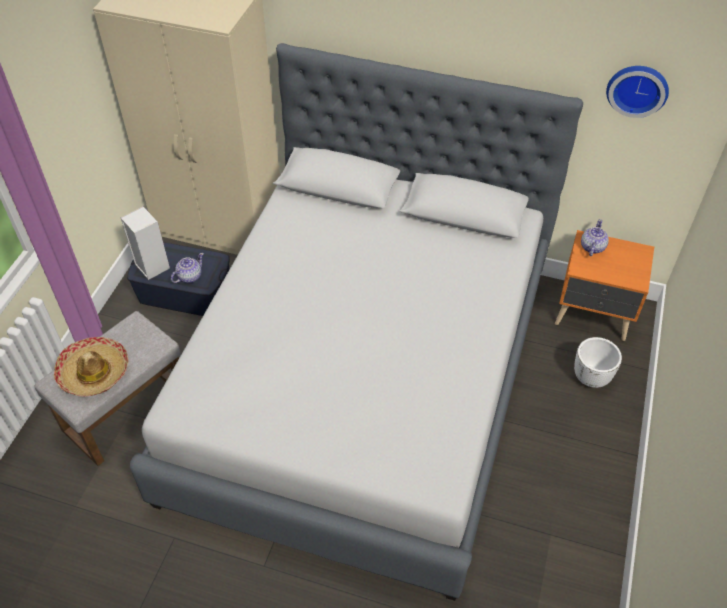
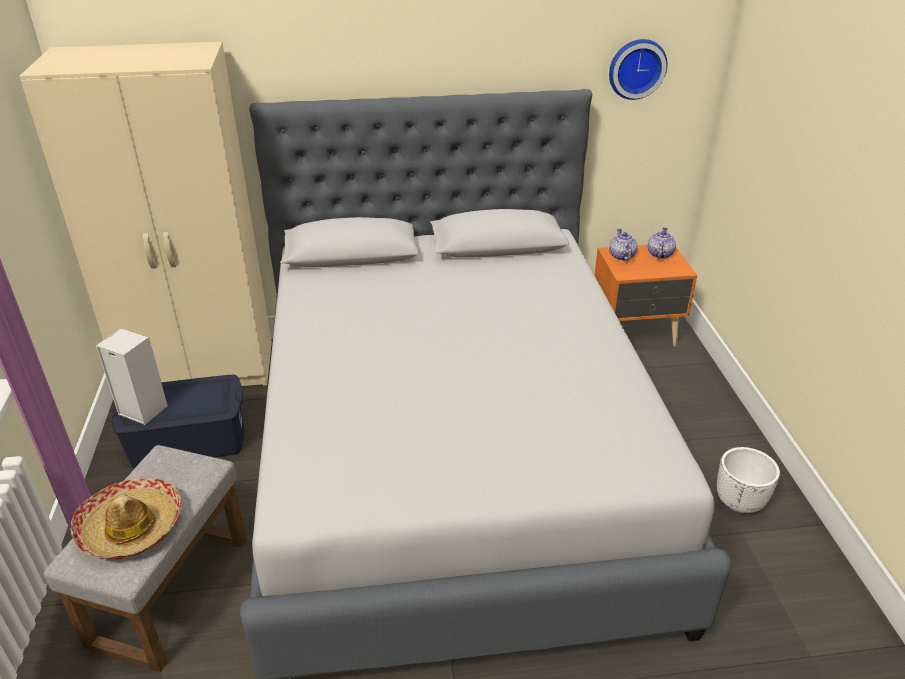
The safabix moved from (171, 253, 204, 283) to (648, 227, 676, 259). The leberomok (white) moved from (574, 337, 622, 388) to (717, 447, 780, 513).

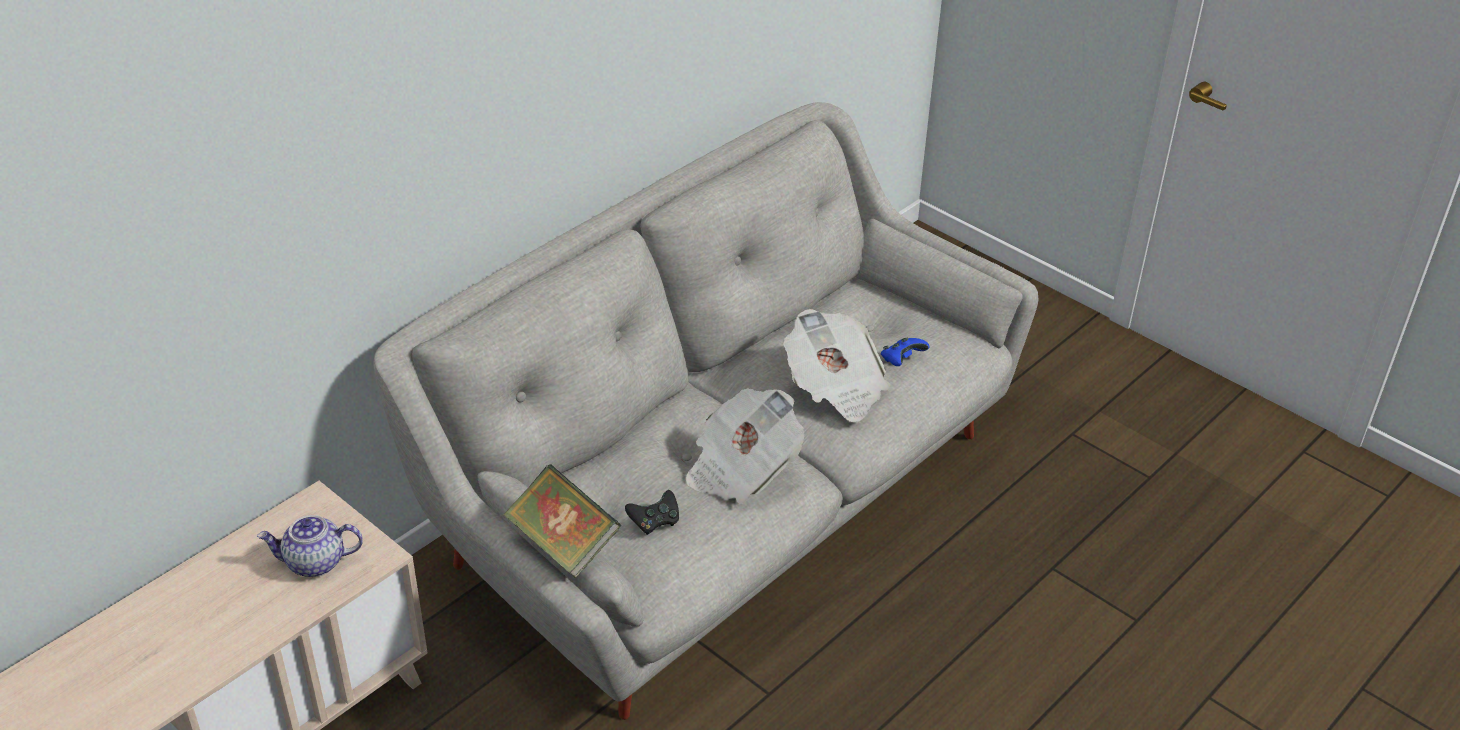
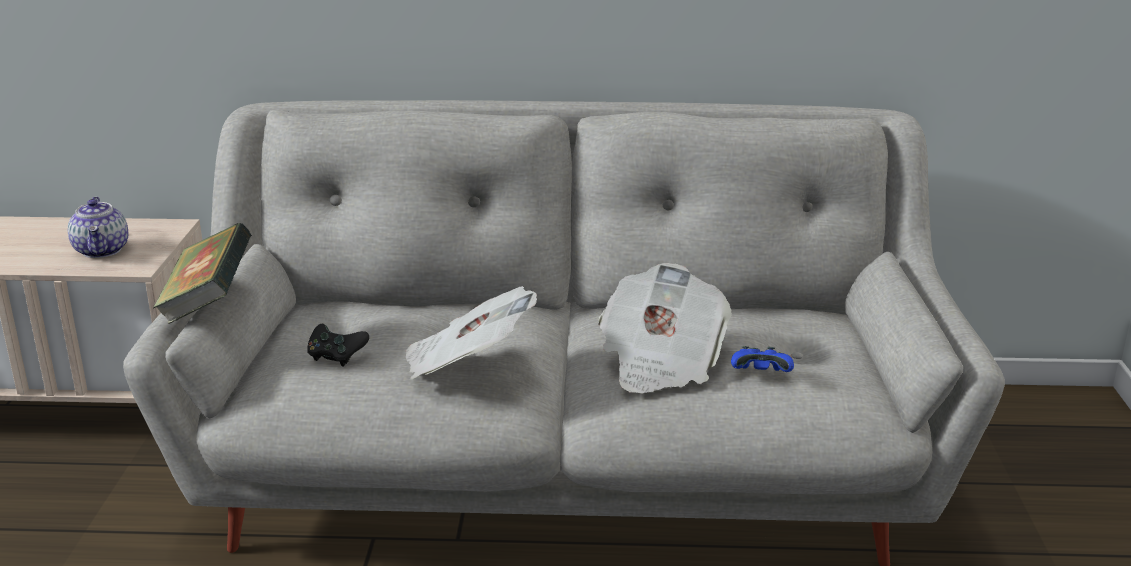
The safabix at (257, 515, 363, 577) turned 150 degrees counterclockwise.

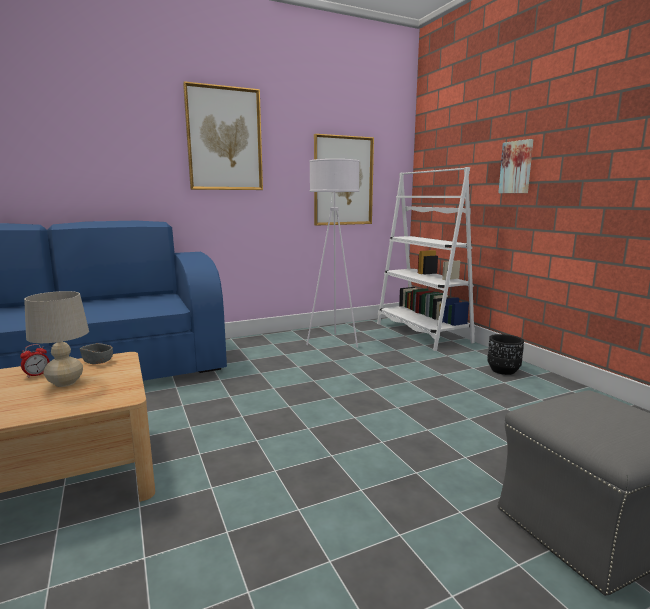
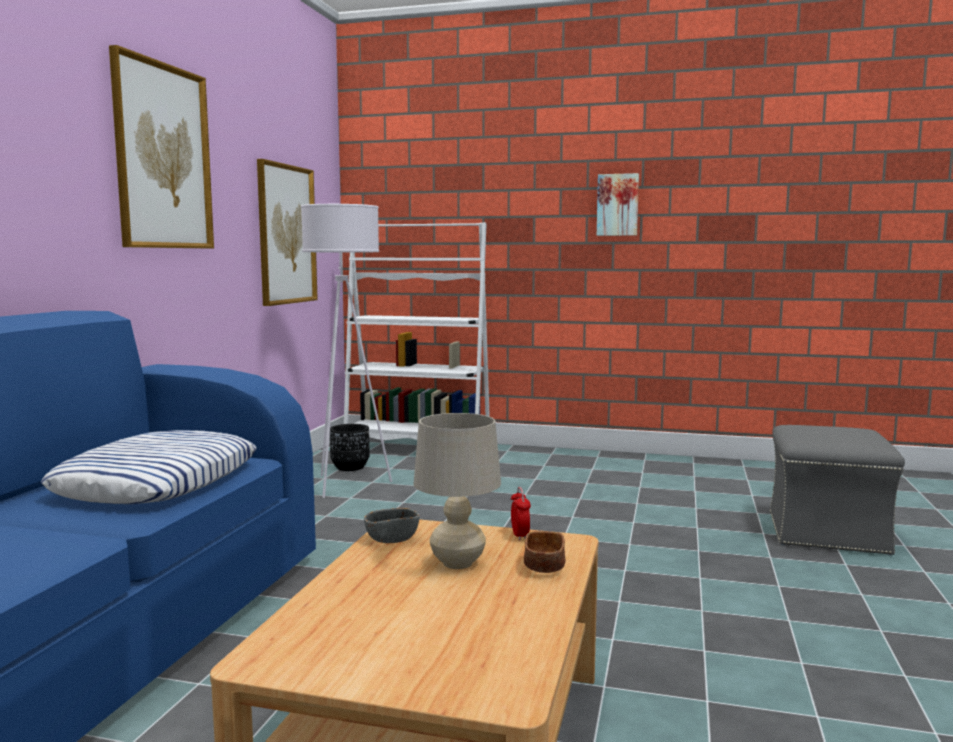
The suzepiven at (41, 430, 256, 504) appeared. The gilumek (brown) at (524, 531, 565, 573) appeared. The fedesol moved from (20, 344, 49, 378) to (511, 487, 531, 541). The leberomok (black) moved from (487, 334, 524, 375) to (330, 424, 370, 471). The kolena moved from (498, 139, 534, 193) to (597, 173, 639, 236).

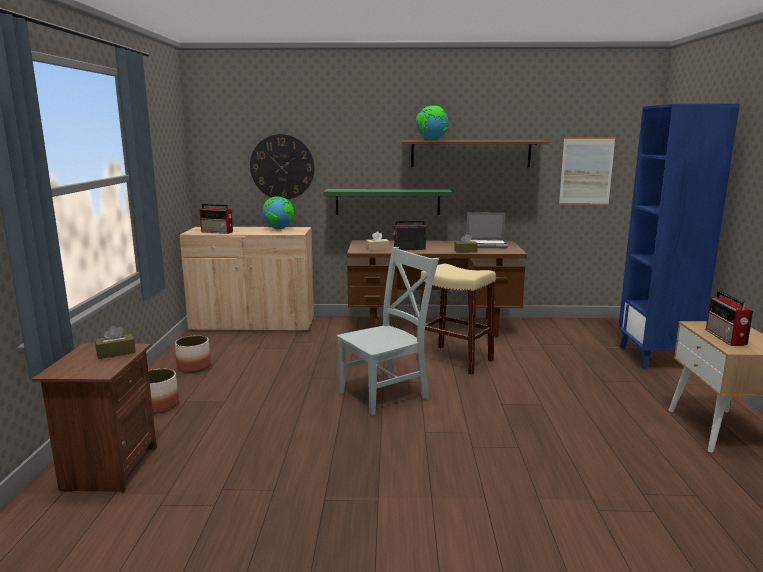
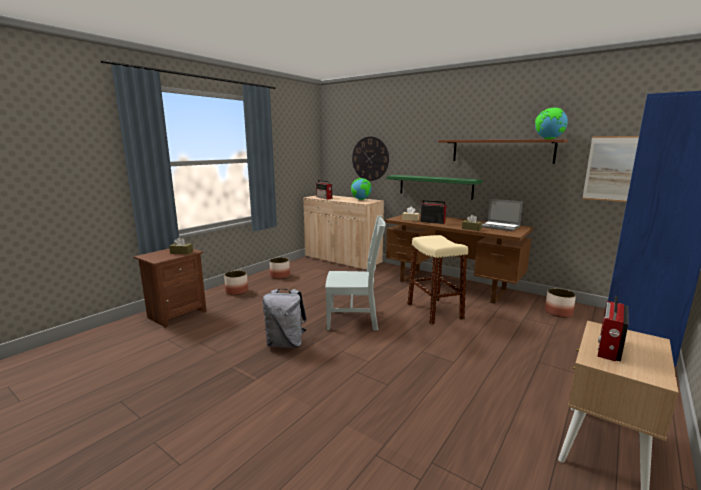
The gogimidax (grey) at (263, 289, 307, 348) appeared. The leberomok at (545, 288, 576, 318) appeared. The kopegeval moved from (416, 105, 449, 141) to (535, 107, 568, 139).

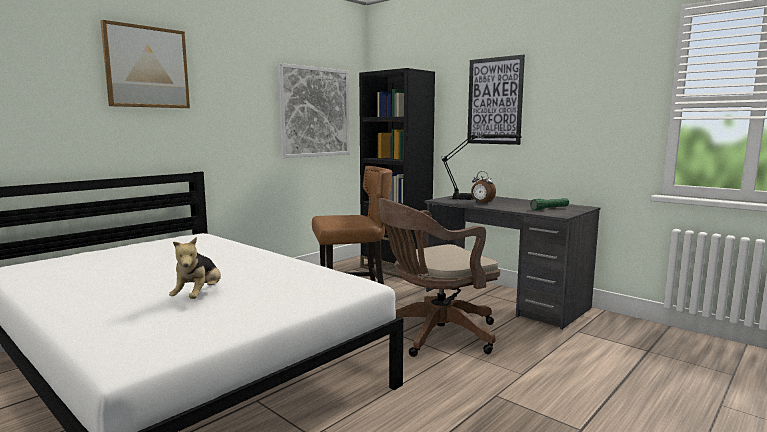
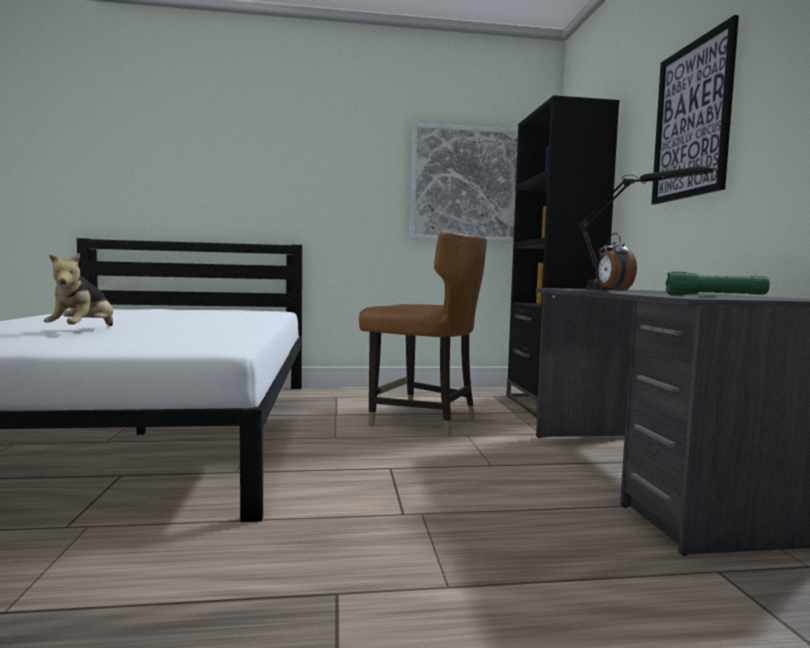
The kolena at (100, 20, 190, 108) disappeared. The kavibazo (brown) at (378, 198, 500, 357) disappeared. The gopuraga at (169, 237, 221, 299) turned 45 degrees counterclockwise.

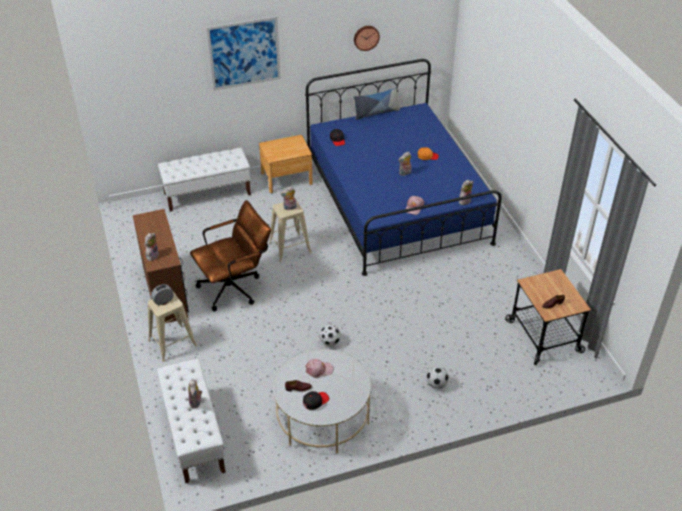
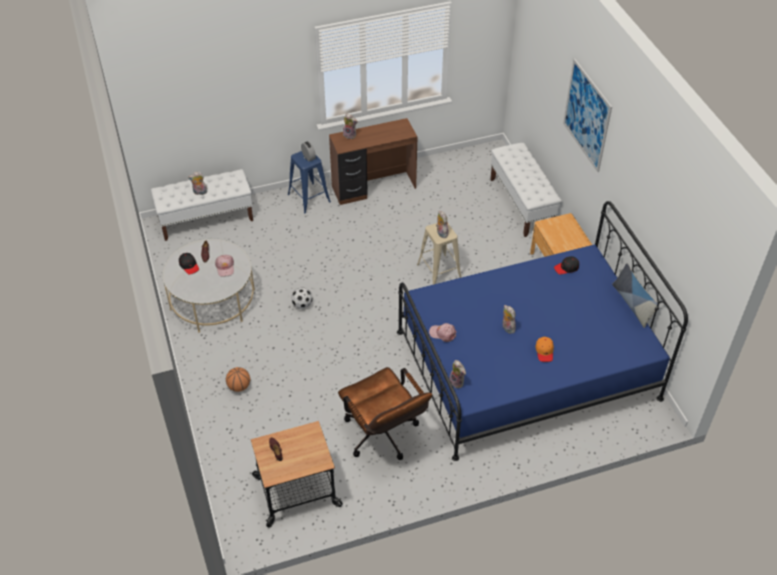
The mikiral at (354, 26, 380, 51) disappeared. The kavibazo (brown) moved from (190, 200, 271, 312) to (338, 367, 432, 460). The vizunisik at (426, 366, 449, 389) was replaced by the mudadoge at (226, 367, 250, 392). The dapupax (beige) at (148, 292, 197, 362) became the dapupax (blue) at (288, 151, 331, 213).

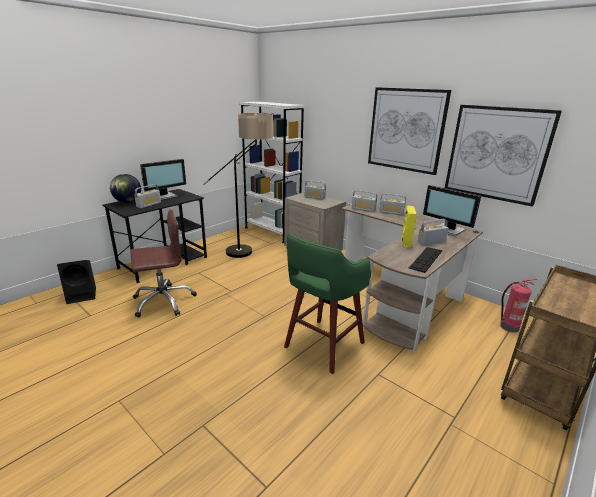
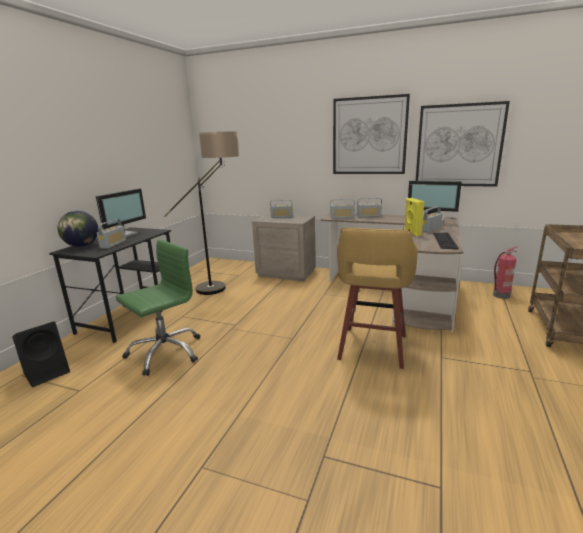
The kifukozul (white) at (239, 102, 306, 243) disappeared. The kavibazo (brown) at (131, 209, 197, 318) became the kavibazo (green) at (116, 239, 200, 376). The dapupax (green) at (284, 234, 372, 374) became the dapupax (yellow) at (337, 228, 418, 369).

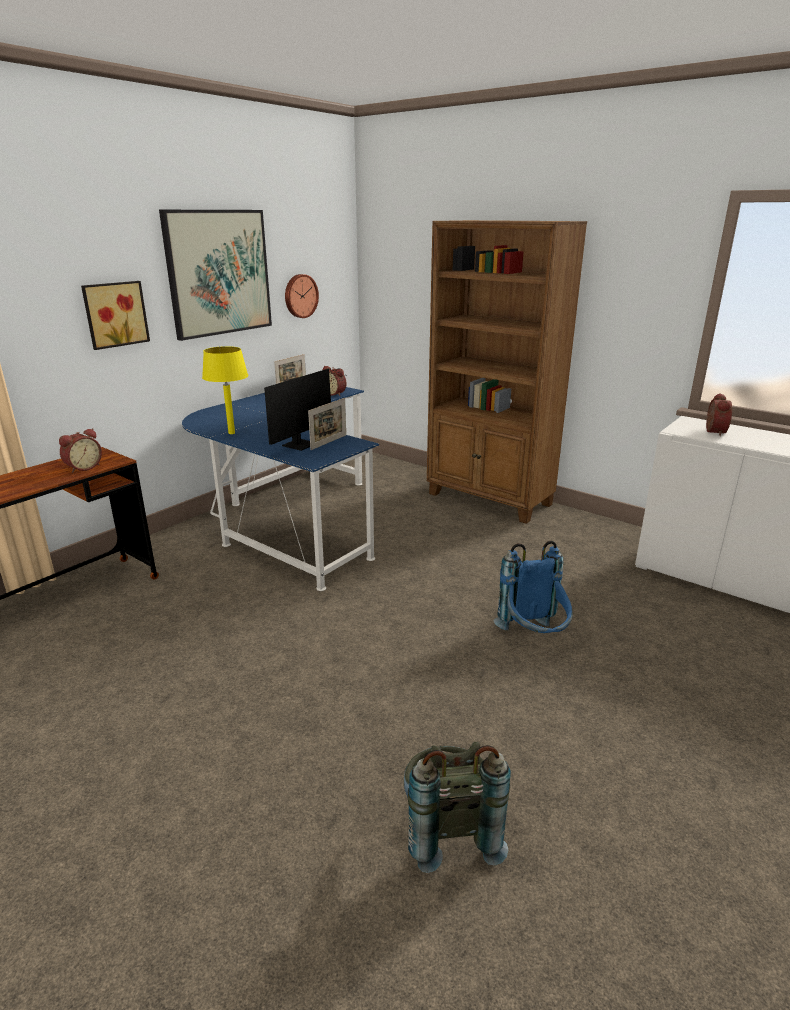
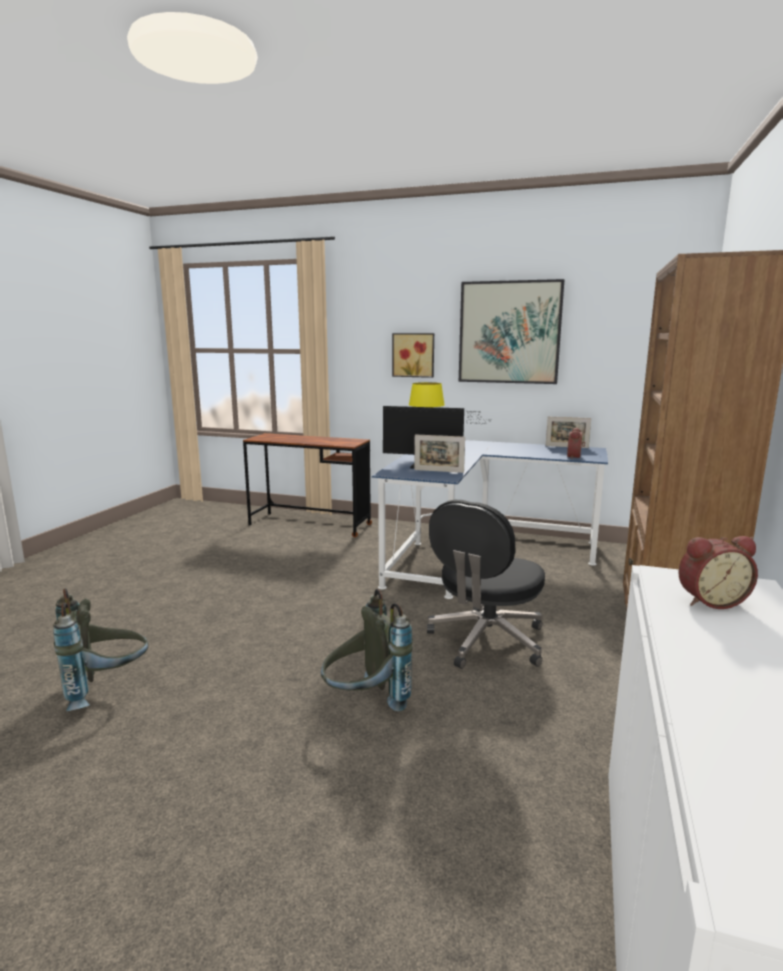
The fedesol at (59, 428, 102, 473) disappeared. The mikiral at (285, 274, 319, 318) disappeared. The kavibazo (black) at (427, 500, 545, 669) appeared. The gogimidax (blue) at (493, 541, 573, 633) became the gogimidax (grey) at (321, 589, 413, 711).

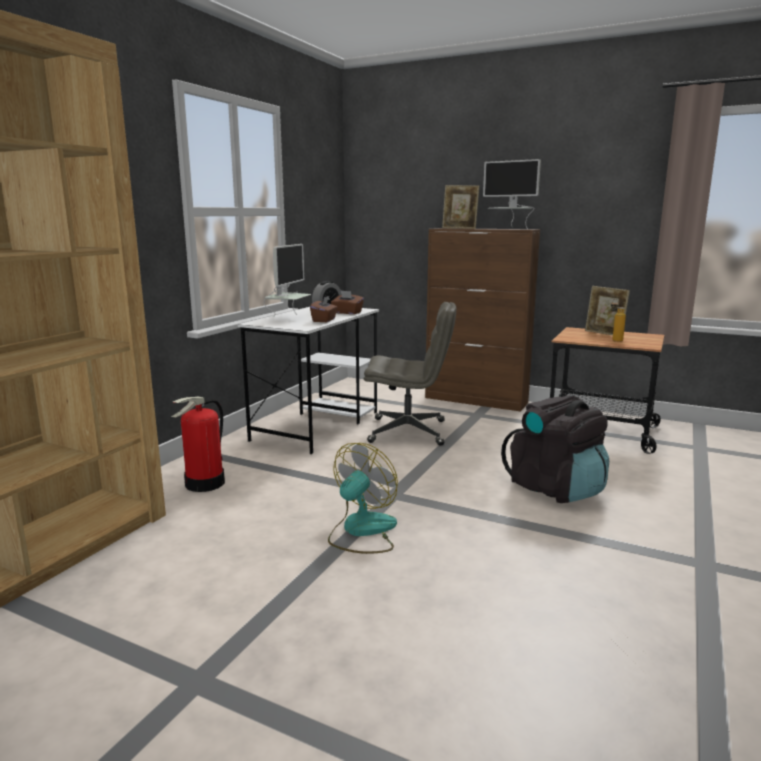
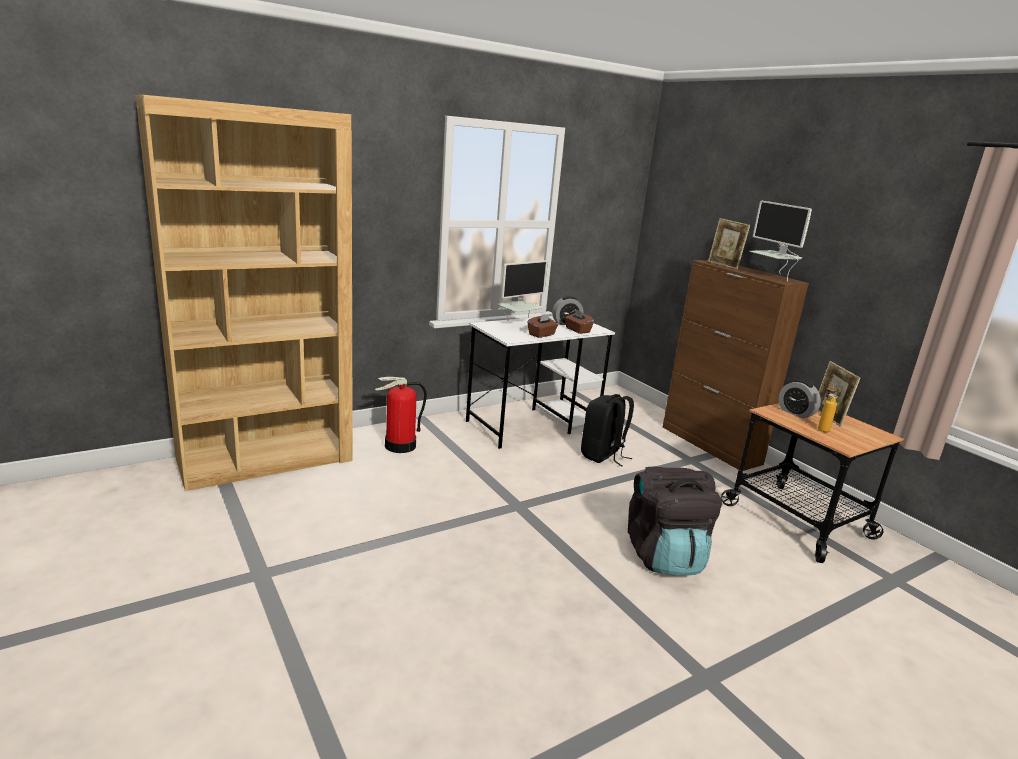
The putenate at (328, 443, 398, 554) disappeared. The fedesol at (779, 380, 821, 419) appeared. The kavibazo (grey) at (364, 302, 456, 446) was replaced by the gogimidax (black) at (581, 394, 634, 467).

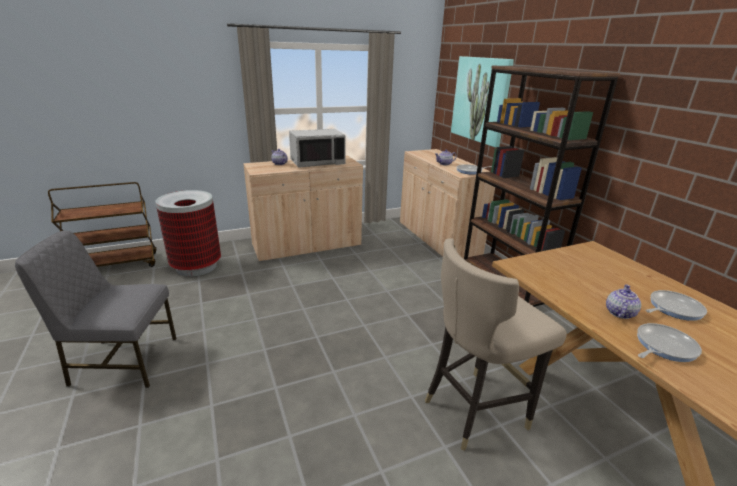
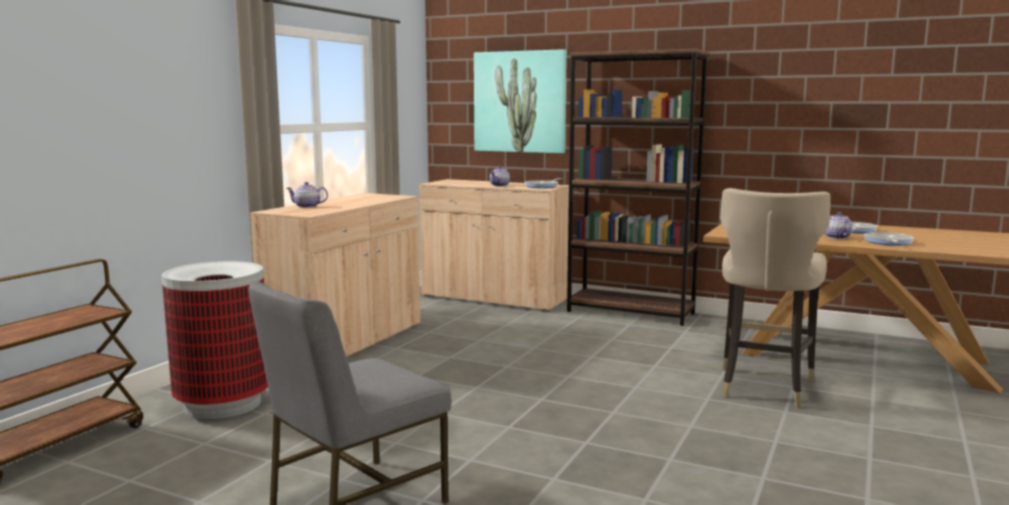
The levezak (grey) at (289, 129, 345, 168) disappeared.

